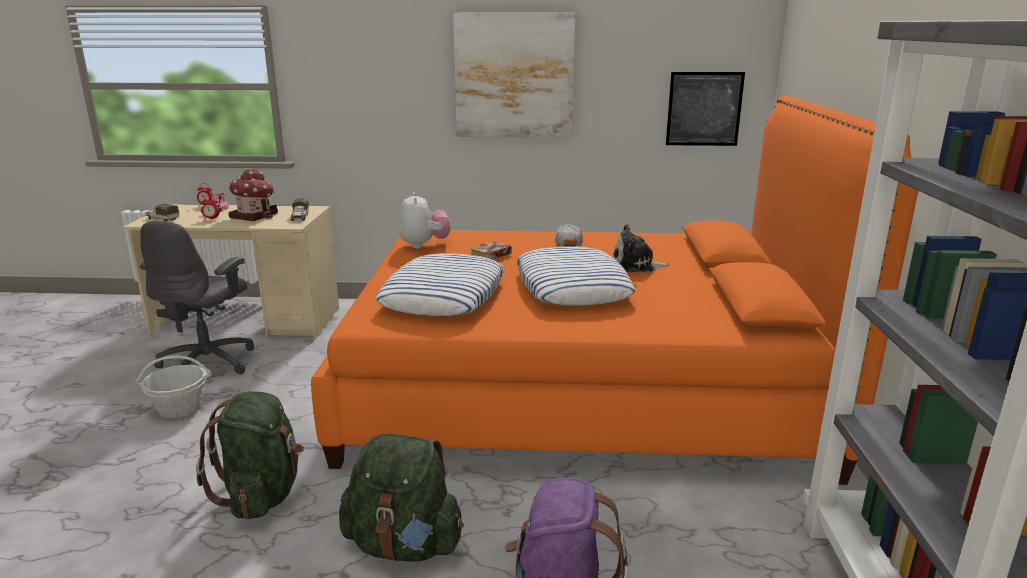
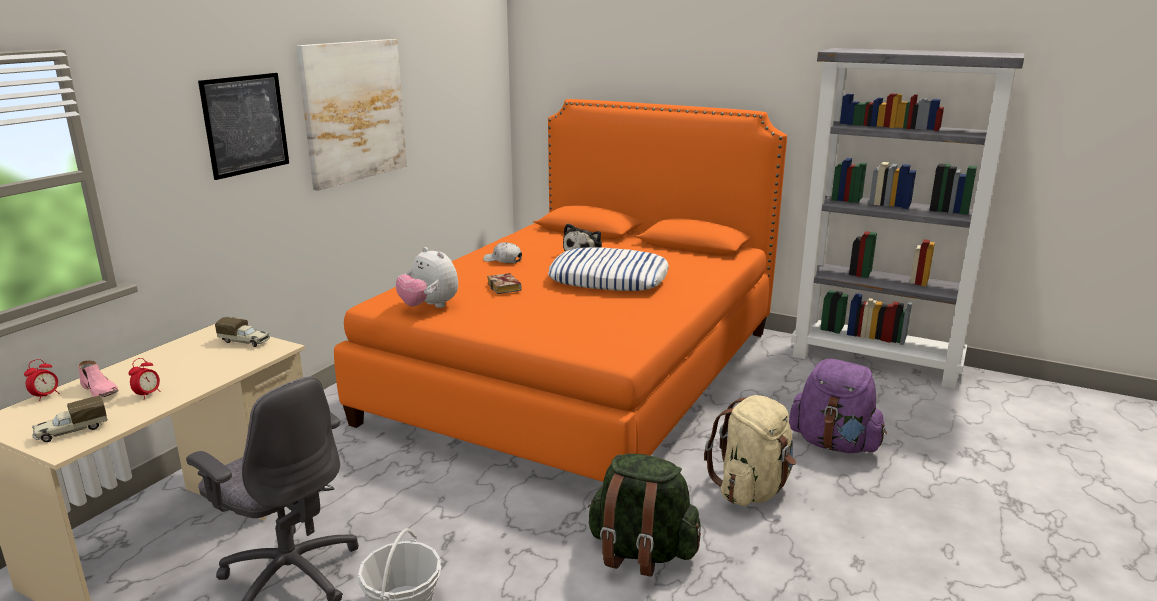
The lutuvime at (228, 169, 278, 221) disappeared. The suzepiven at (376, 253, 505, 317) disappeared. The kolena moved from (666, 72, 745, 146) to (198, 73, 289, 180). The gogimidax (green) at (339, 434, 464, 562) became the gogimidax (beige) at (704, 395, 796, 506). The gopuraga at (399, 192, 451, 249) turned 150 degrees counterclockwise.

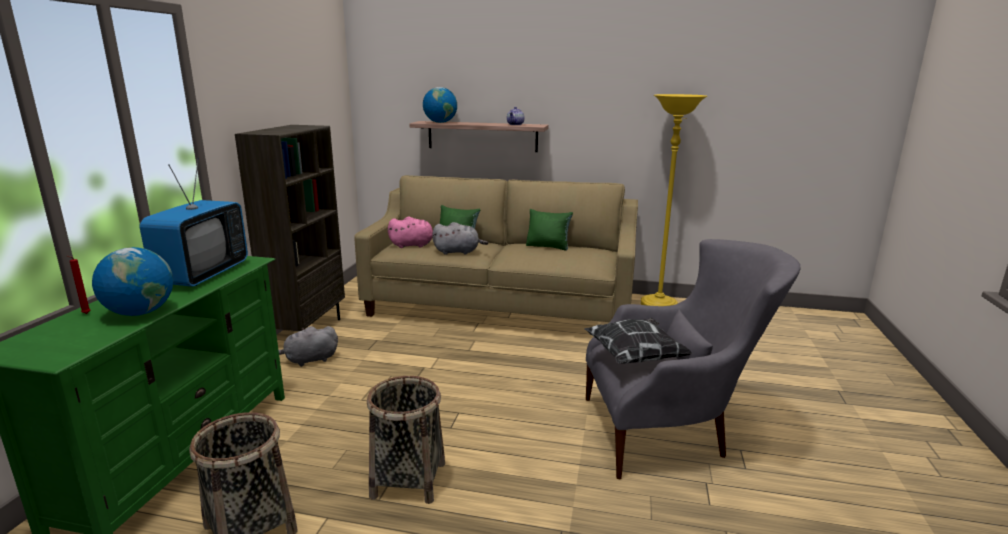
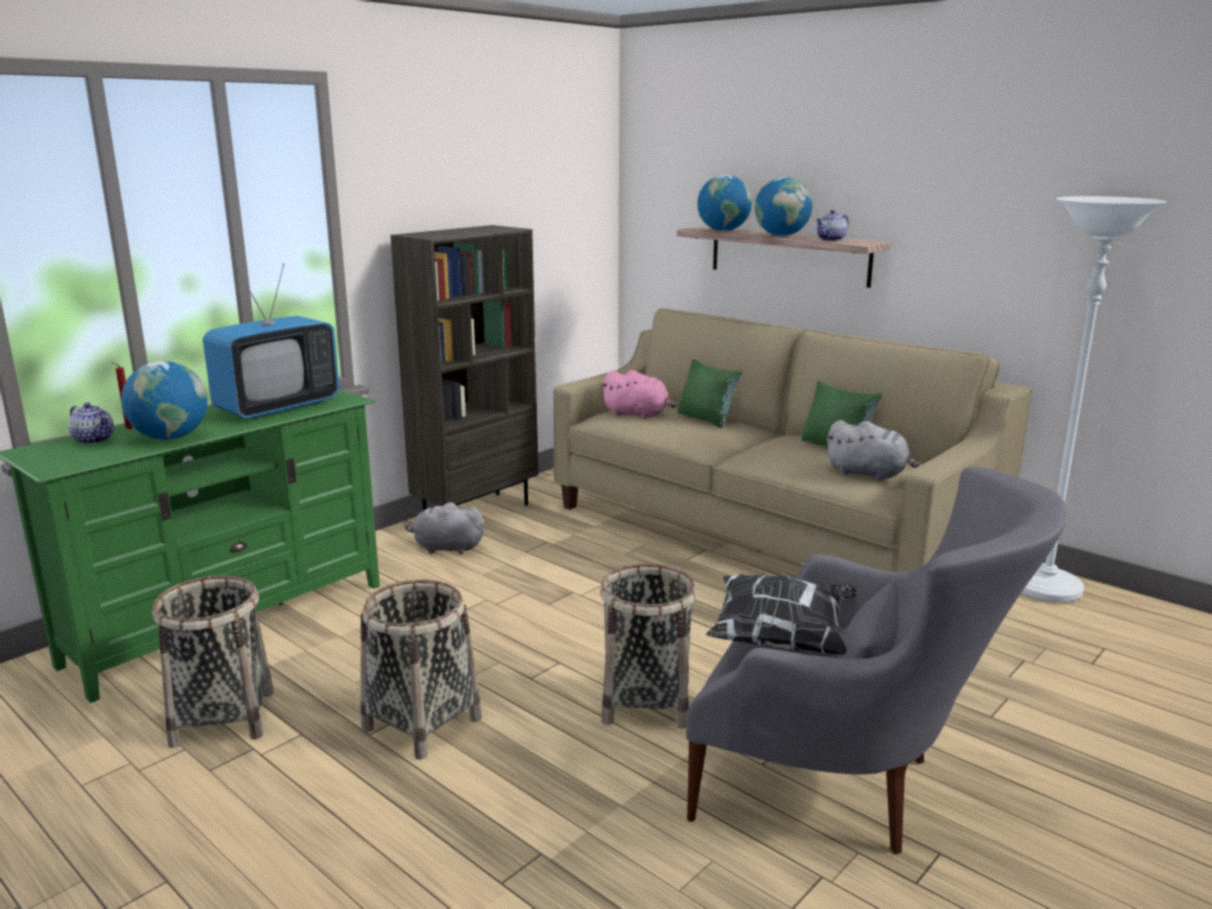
The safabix at (68, 402, 114, 444) appeared. The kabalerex at (600, 563, 697, 729) appeared. The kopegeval at (755, 177, 812, 236) appeared. The gopuraga (grey) moved from (432, 222, 488, 255) to (826, 420, 922, 481). The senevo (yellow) at (641, 94, 707, 306) became the senevo (white) at (1021, 196, 1167, 602).

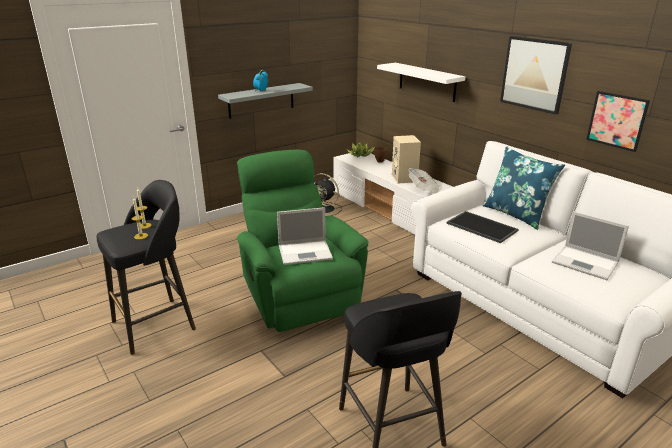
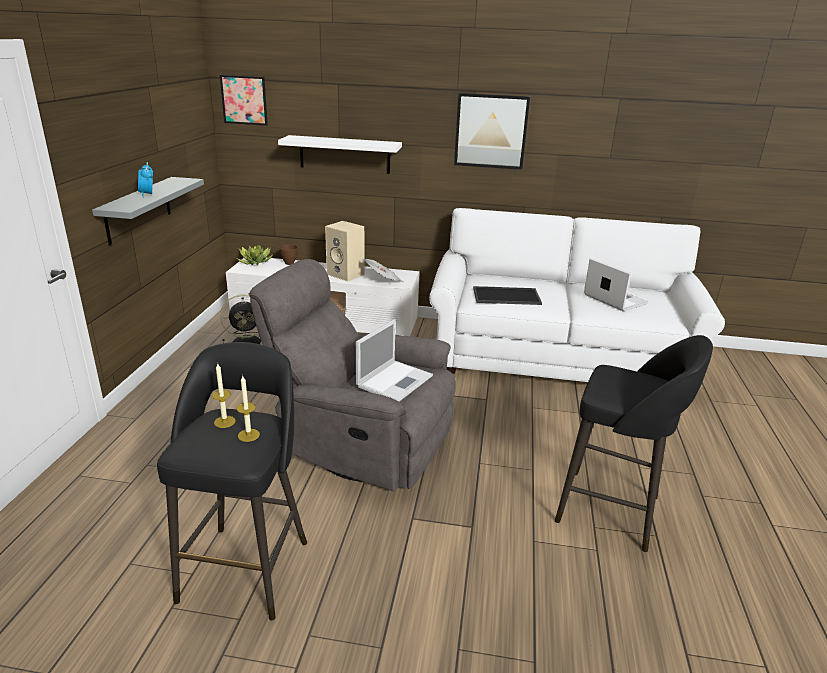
The suzepiven (blue) at (483, 146, 565, 230) disappeared. The kolena moved from (586, 91, 650, 152) to (220, 75, 268, 126). The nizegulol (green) at (237, 150, 369, 332) became the nizegulol (grey) at (249, 259, 456, 491). The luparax at (552, 211, 629, 280) turned 120 degrees counterclockwise.

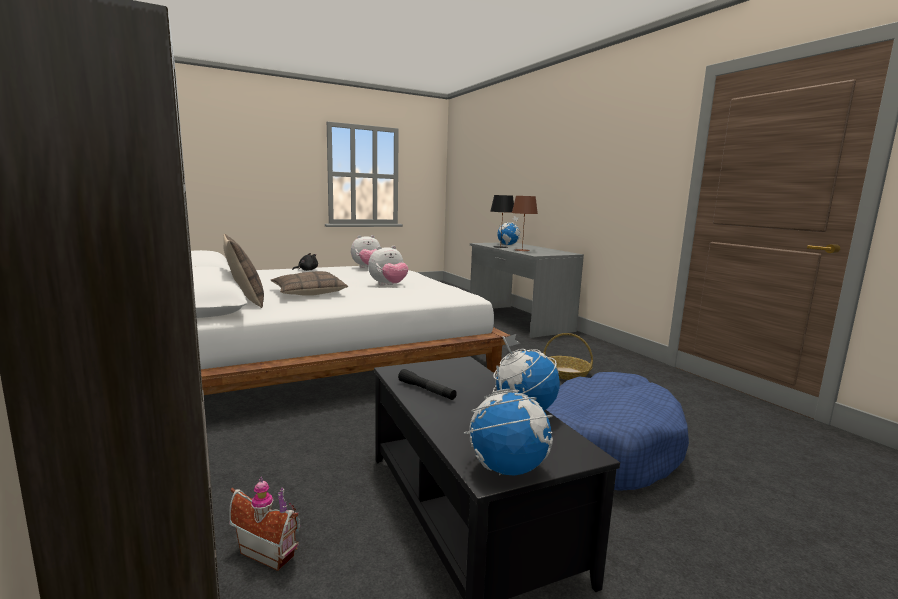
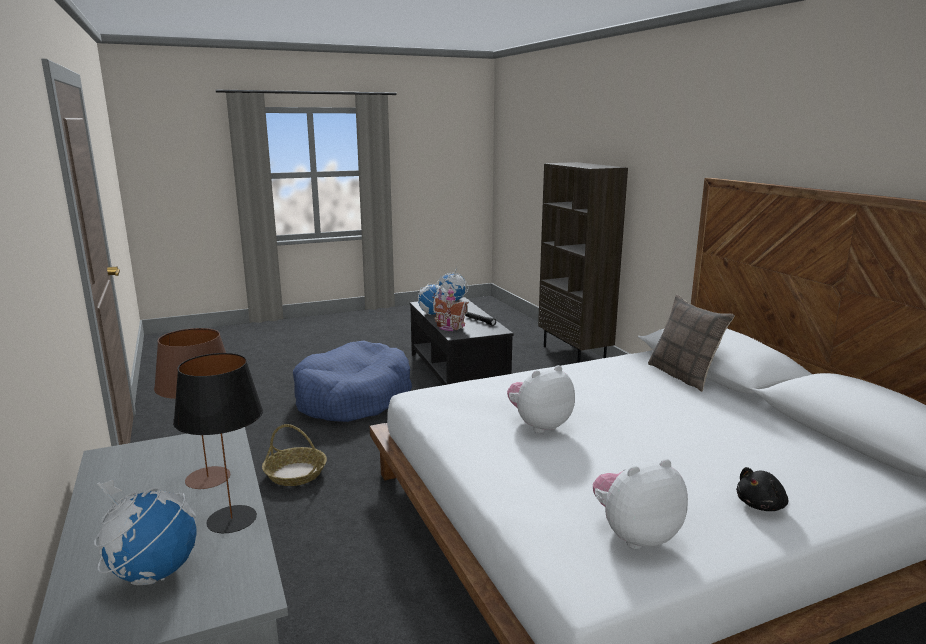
The suzepiven at (271, 271, 348, 296) disappeared. The lutuvime moved from (229, 477, 300, 571) to (432, 287, 469, 331).

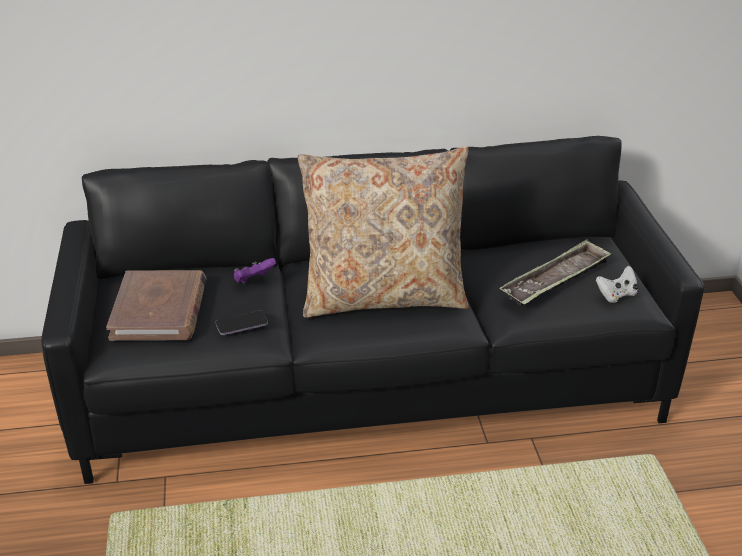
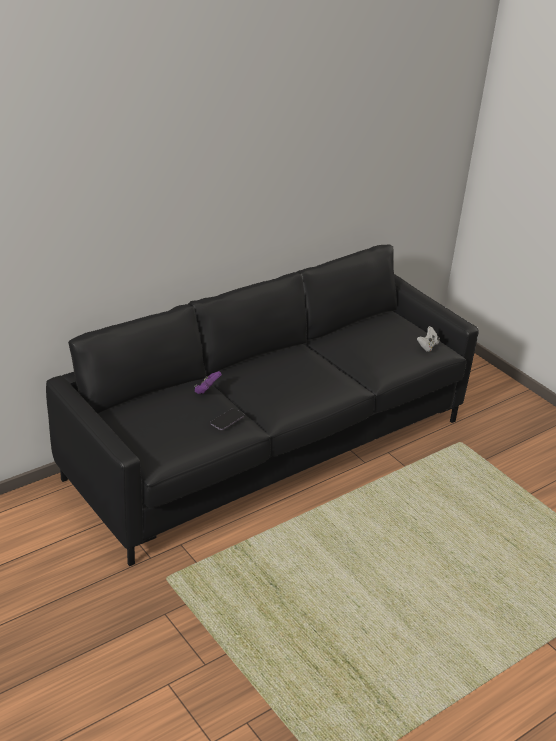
The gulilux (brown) at (106, 270, 206, 341) disappeared. The suzepiven (beige) at (298, 147, 469, 318) disappeared. The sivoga at (500, 239, 611, 306) disappeared.

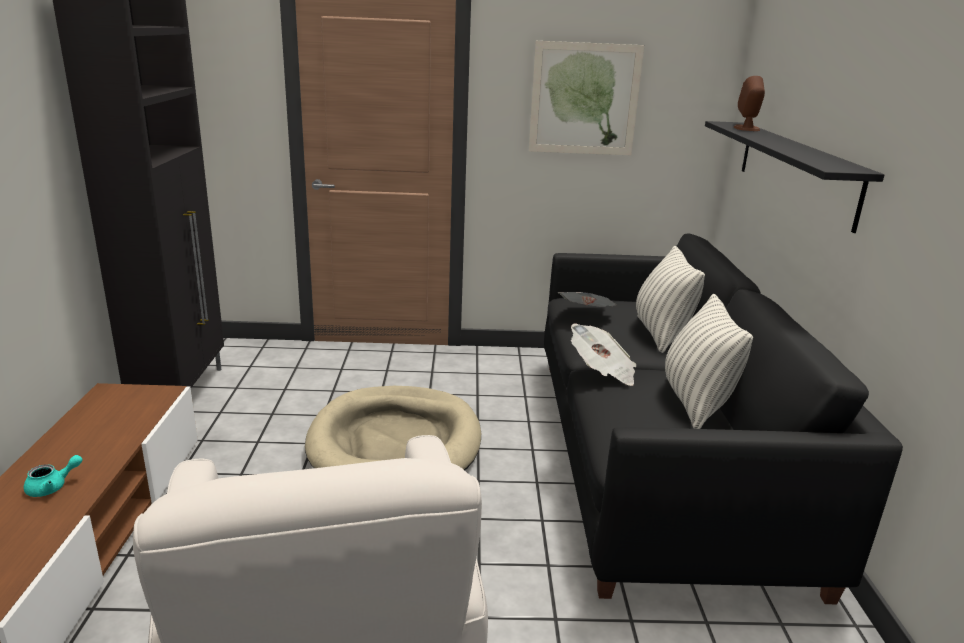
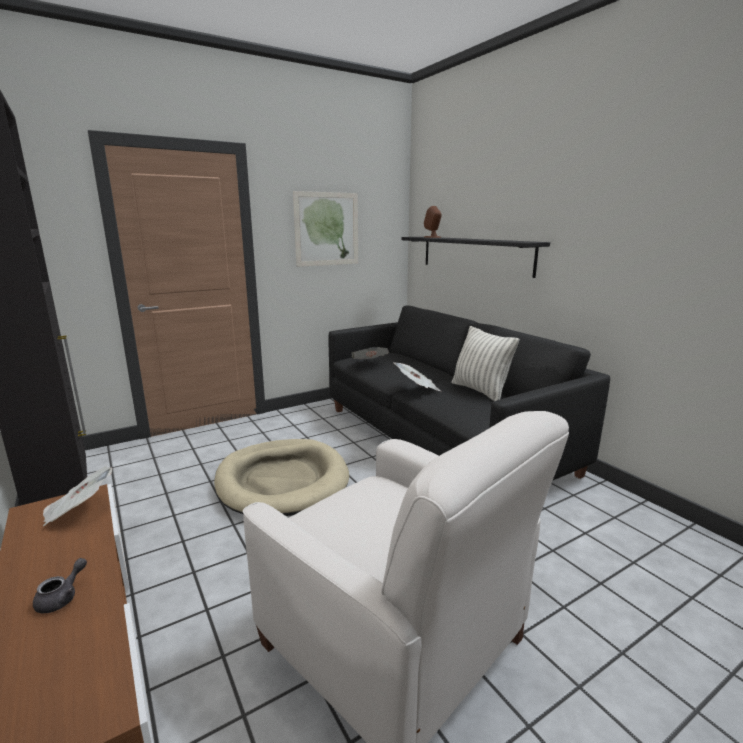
The suzepiven at (636, 246, 705, 353) disappeared. The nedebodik at (43, 466, 112, 526) appeared. The safabix (turquoise) at (24, 455, 82, 497) became the safabix (grey) at (33, 558, 87, 614).

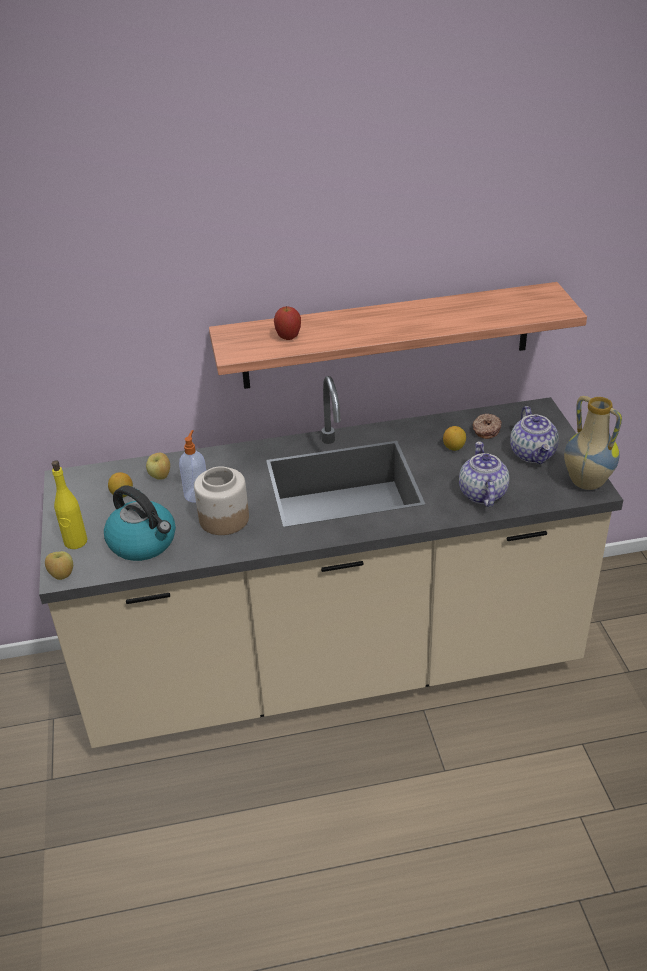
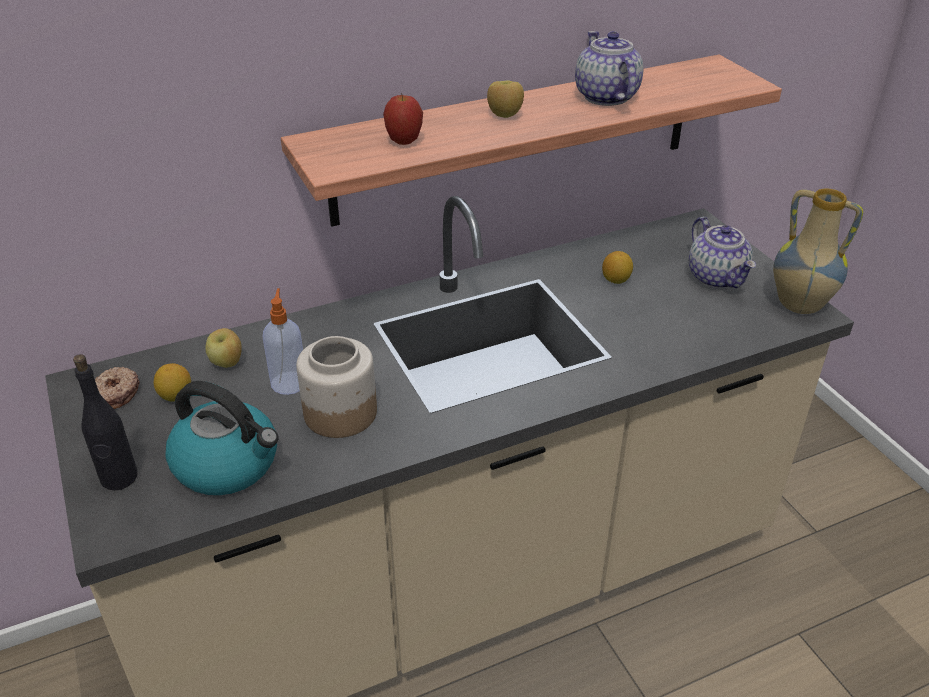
The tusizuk moved from (45, 551, 73, 580) to (487, 80, 524, 118). The safabix moved from (459, 442, 509, 507) to (575, 31, 643, 106). The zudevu moved from (472, 413, 502, 439) to (95, 367, 140, 409). The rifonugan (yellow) at (52, 460, 87, 549) became the rifonugan (black) at (73, 354, 138, 490).

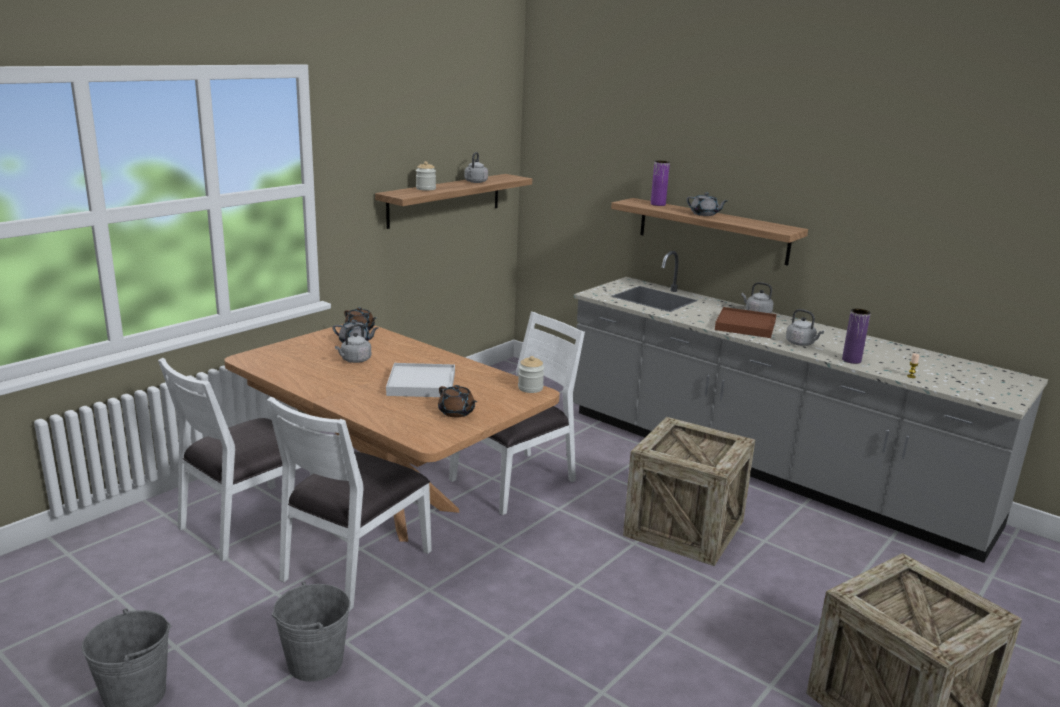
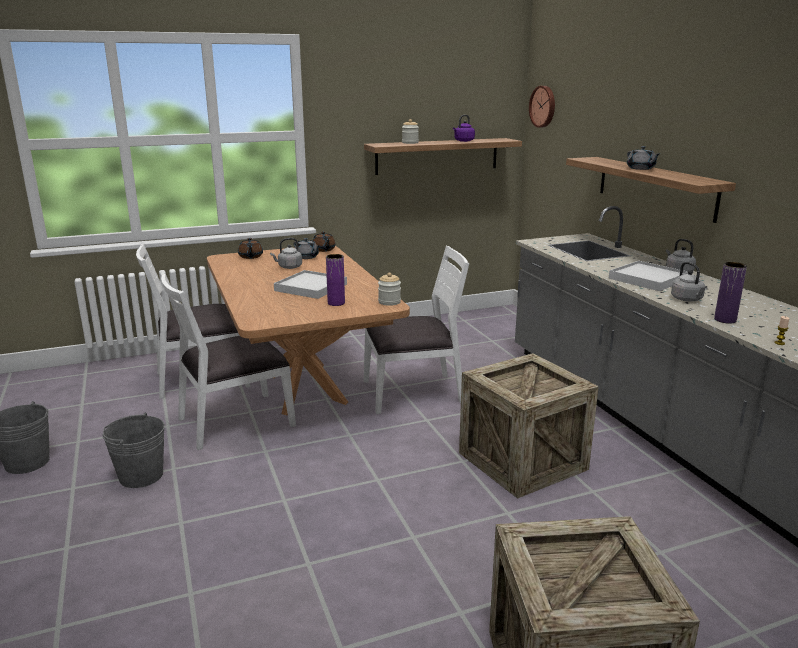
The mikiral at (529, 86, 555, 128) appeared. The safabix (brown) moved from (438, 385, 477, 417) to (238, 238, 263, 259). The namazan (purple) moved from (651, 161, 670, 206) to (326, 254, 345, 306). The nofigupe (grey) at (465, 152, 488, 183) became the nofigupe (purple) at (453, 115, 475, 142). The sivoga (brown) at (715, 307, 777, 338) became the sivoga (white) at (609, 261, 688, 291).

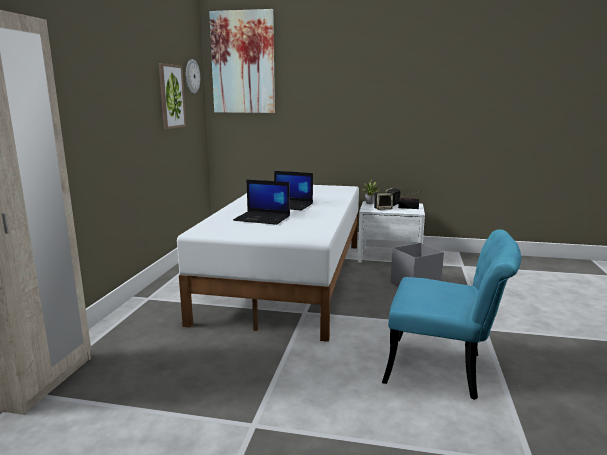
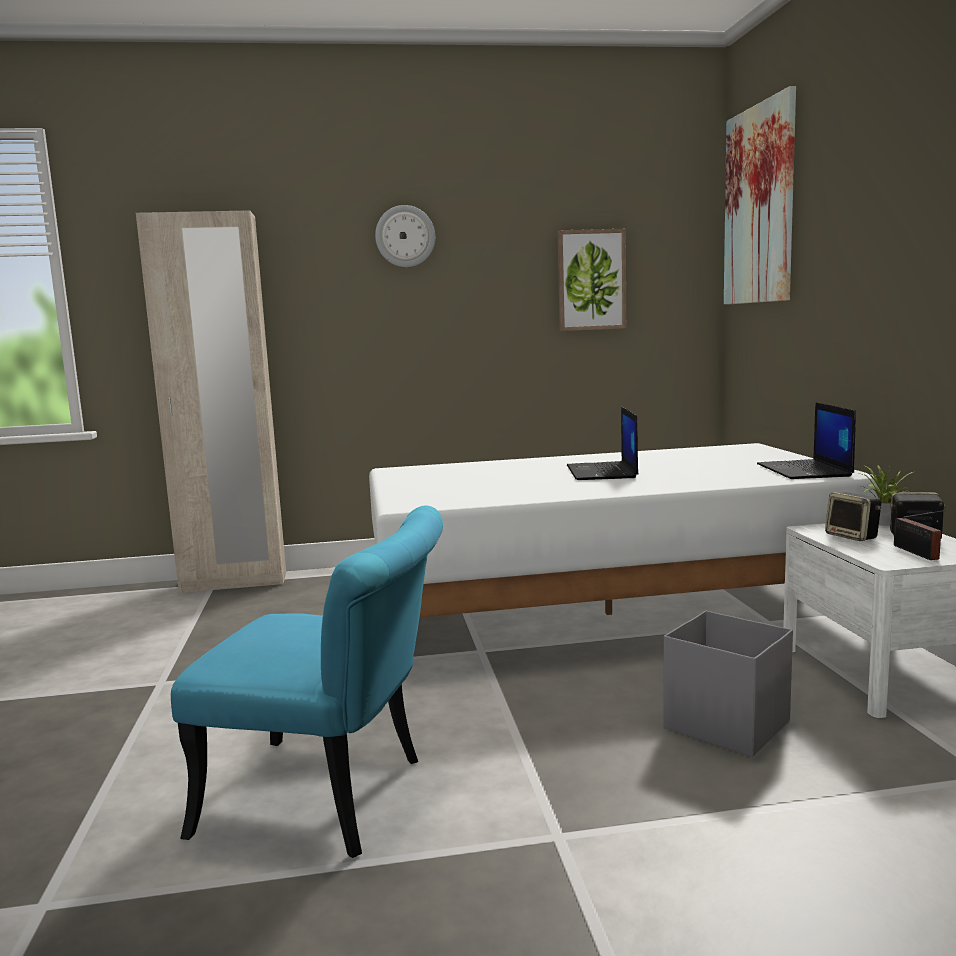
The mikiral moved from (186, 59, 200, 94) to (375, 205, 435, 267). The luparax moved from (233, 180, 290, 225) to (757, 402, 856, 479). The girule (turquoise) at (382, 229, 521, 400) turned 75 degrees counterclockwise.

